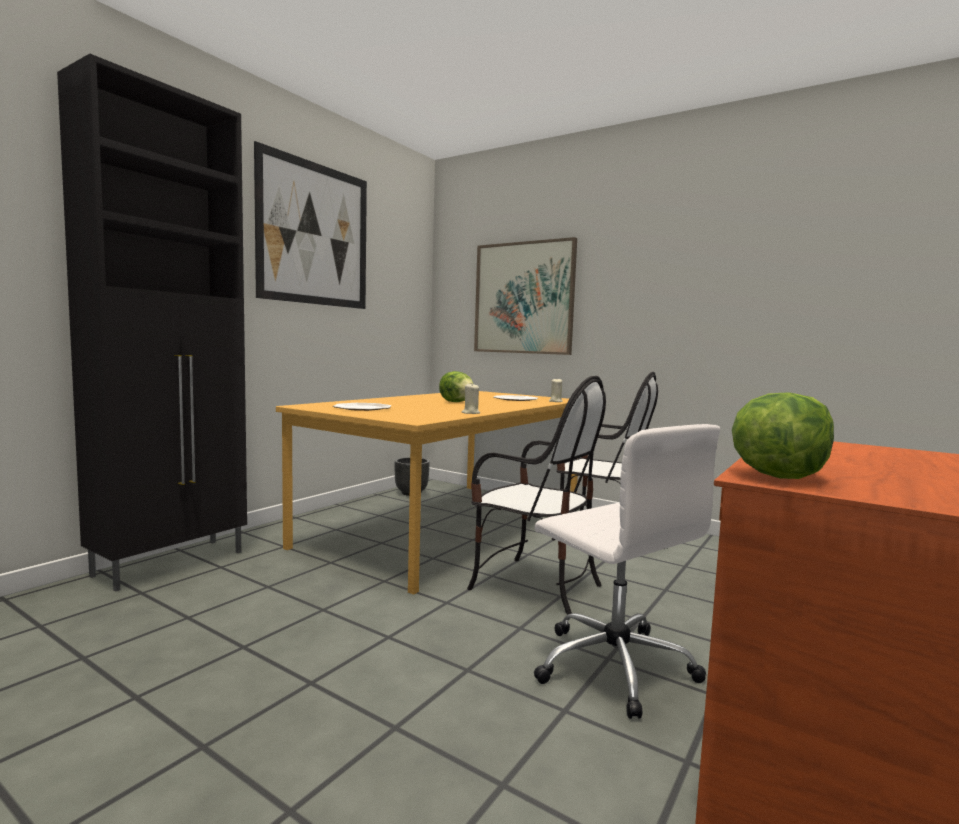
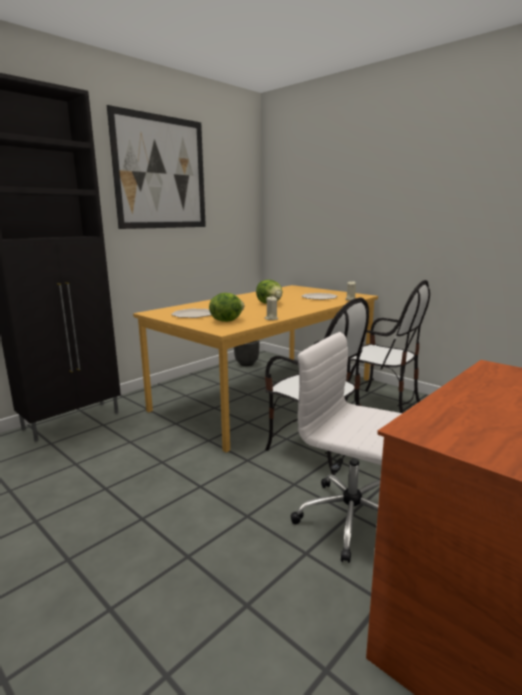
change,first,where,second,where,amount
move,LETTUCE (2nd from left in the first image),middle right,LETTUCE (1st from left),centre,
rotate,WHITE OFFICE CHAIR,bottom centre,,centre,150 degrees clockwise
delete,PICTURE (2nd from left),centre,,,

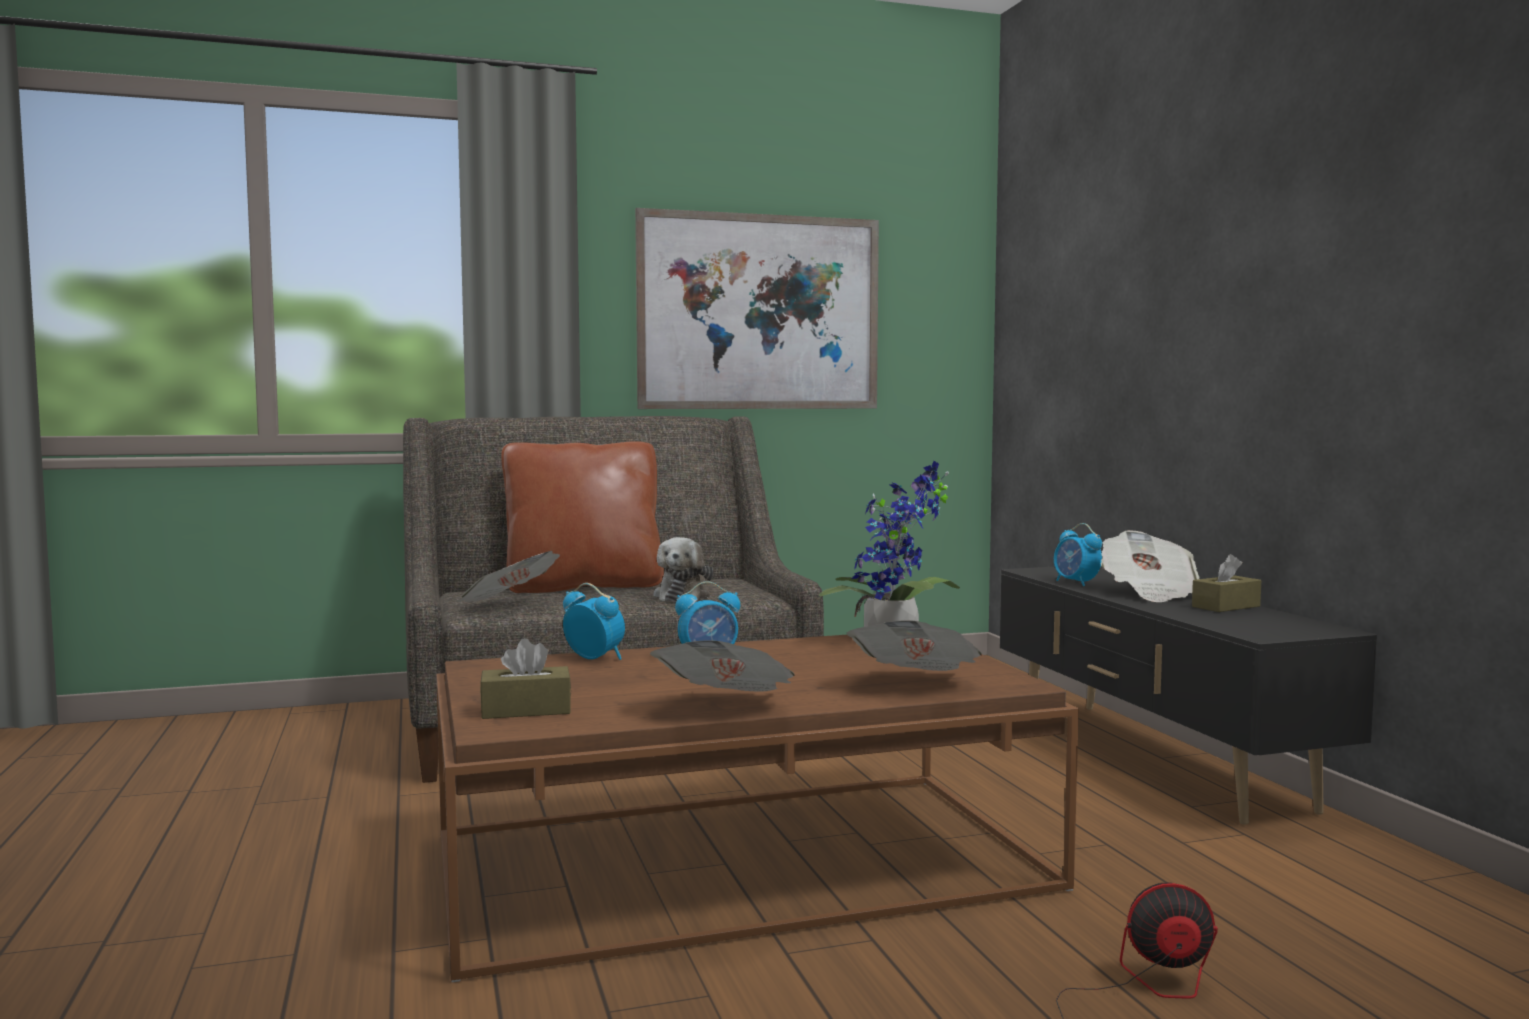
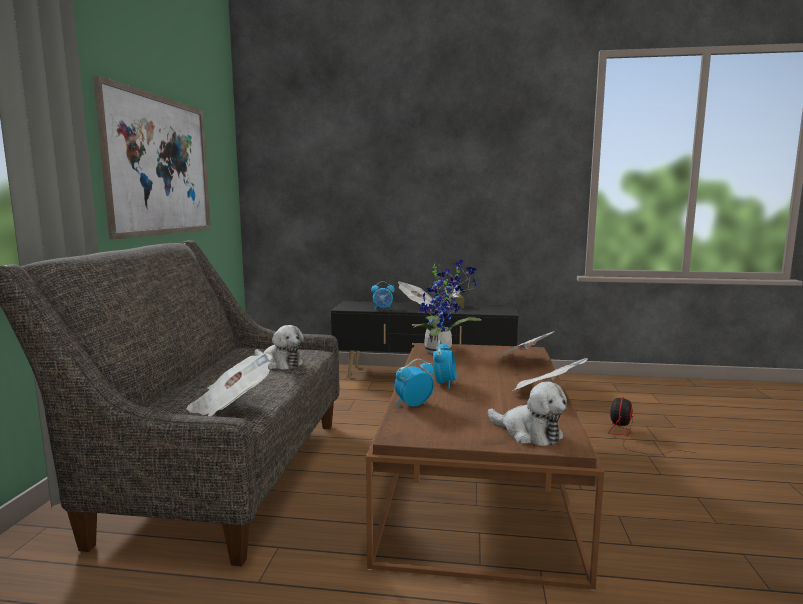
change,first,where,second,where,amount
replace,BROWN TISSUE BOX (1st from left),centre,PLUSH TOY (2nd from left),bottom centre,
delete,BROWN PILLOW,centre,,,

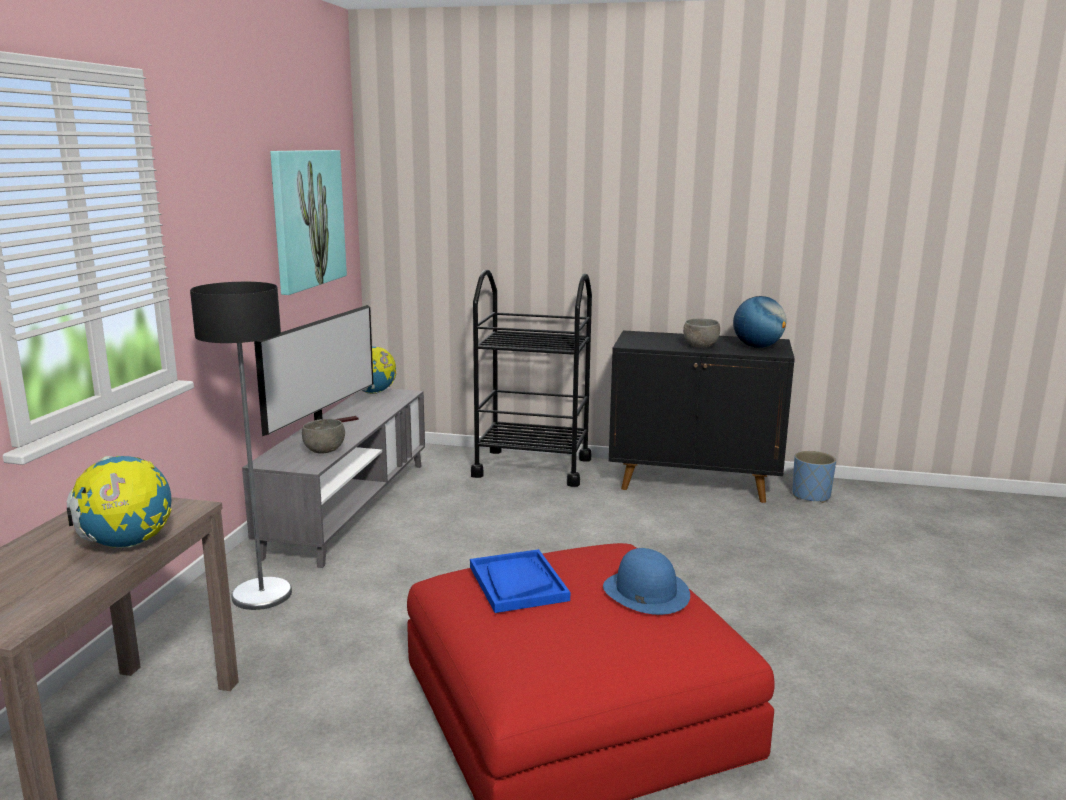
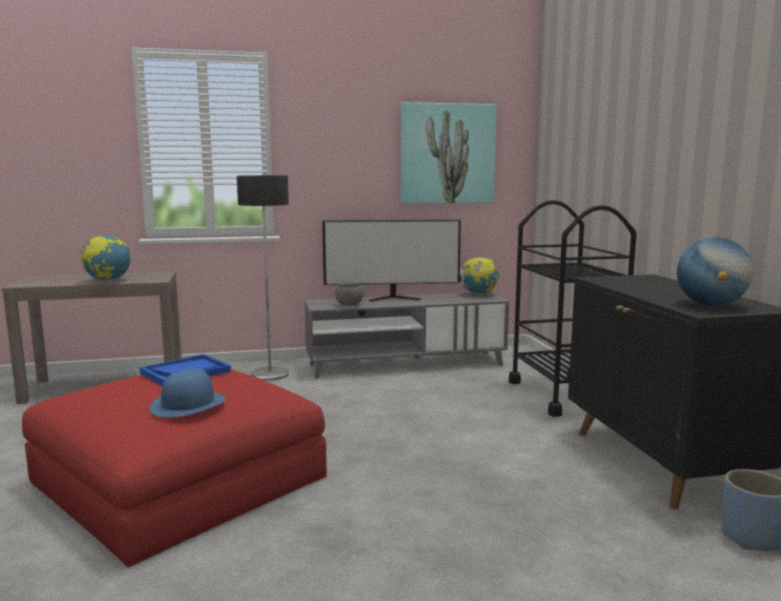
change,first,where,second,where,amount
delete,GREY BOWL (2nd from left),centre,,,

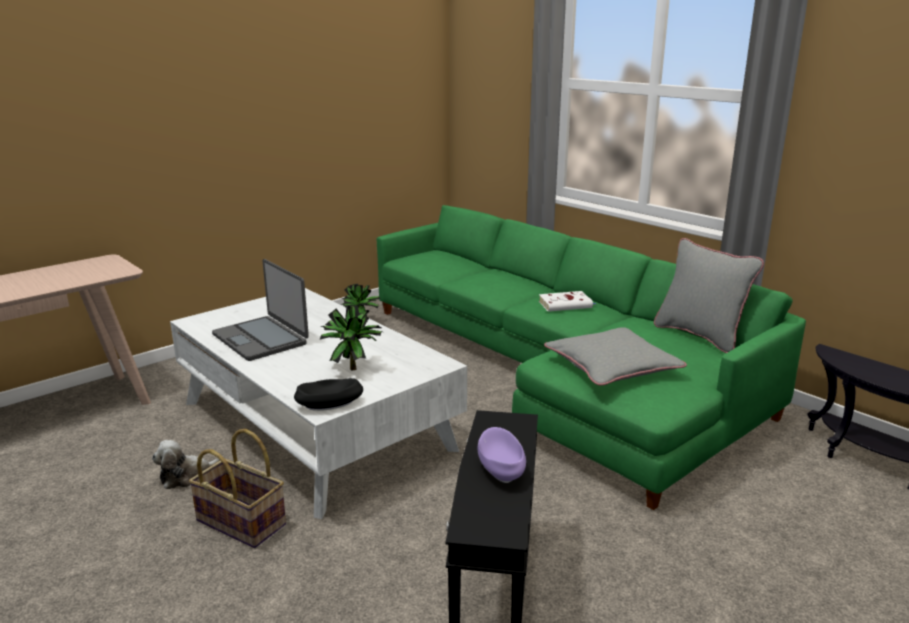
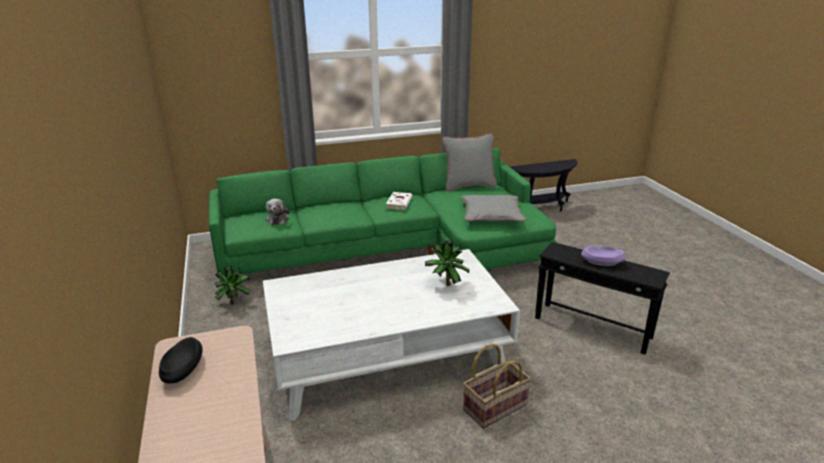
change,first,where,second,where,amount
move,BLACK BOWL,centre,,bottom left,
move,PLUSH TOY,bottom left,,centre,
delete,LAPTOP,middle left,,,

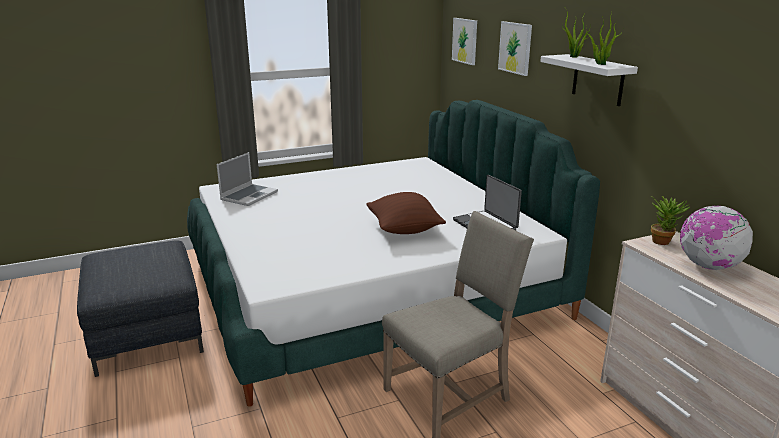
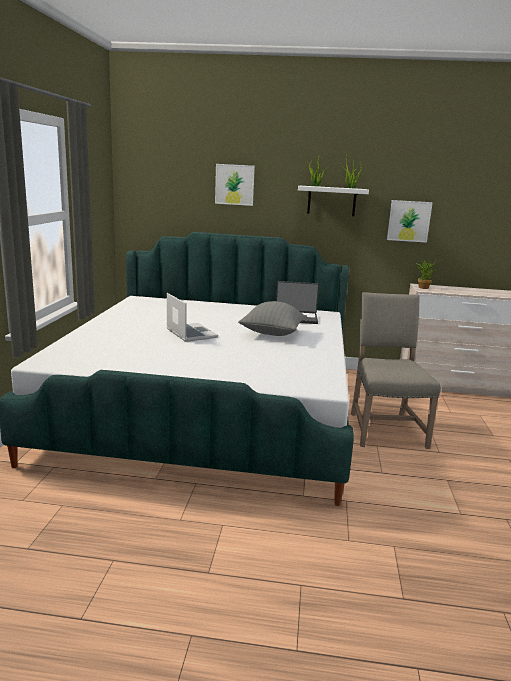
change,first,where,second,where,amount
move,LAPTOP (1st from left),middle left,,centre,
recolor,BROWN PILLOW,centre,GREY PILLOW,centre,
move,PICTURE (1st from left in the first image),top centre,PICTURE (2nd from left),top right,
delete,GREY OTTOMAN,bottom left,,,
delete,GLOBE,middle right,,,

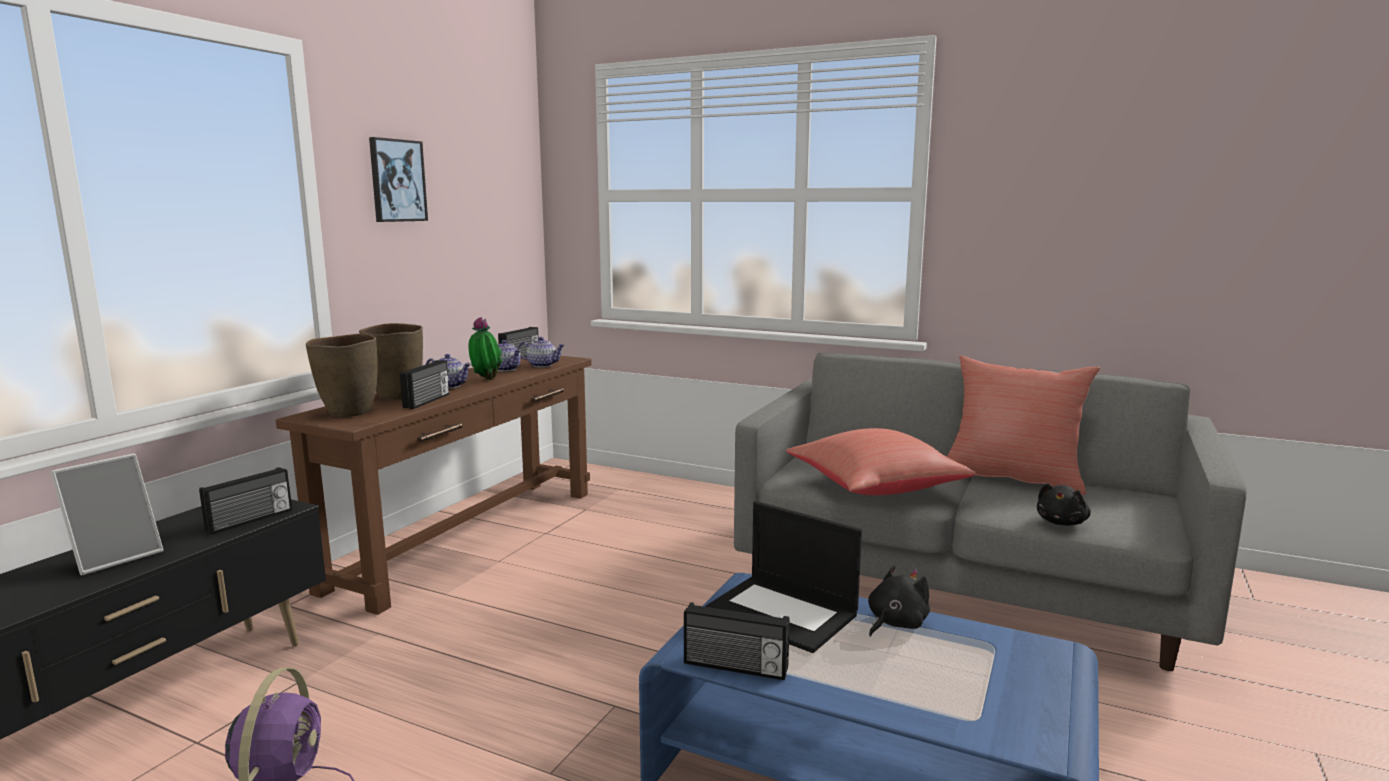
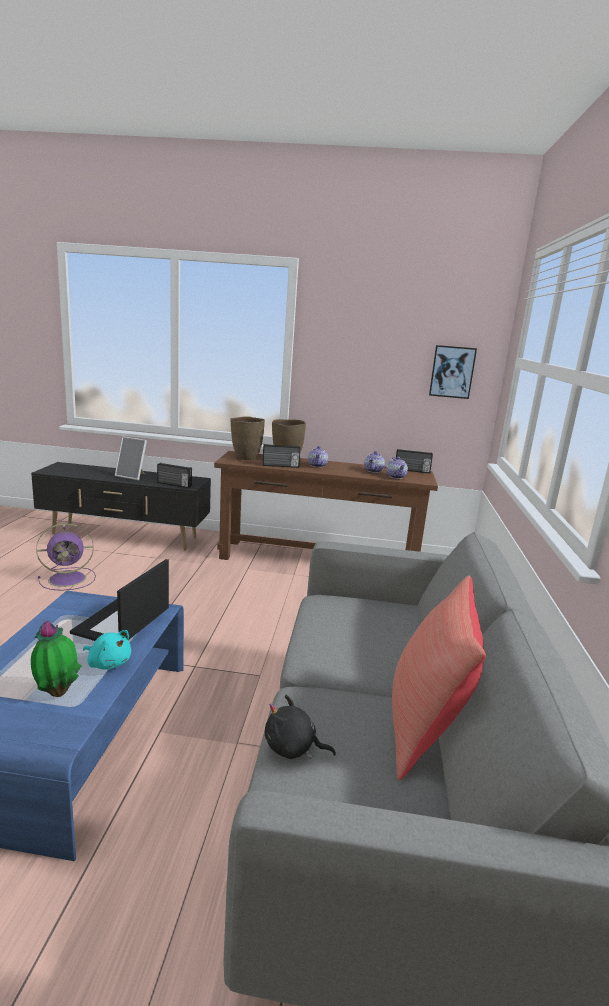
change,first,where,second,where,amount
move,POTTED PLANT,centre,,middle left,
recolor,BLACK PLUSH TOY (1st from left),bottom centre,TURQUOISE PLUSH TOY,middle left,
move,PICTURE,top left,,middle right,
delete,RADIO (4th from left),bottom centre,,,
delete,RED PILLOW (1st from left),centre,,,

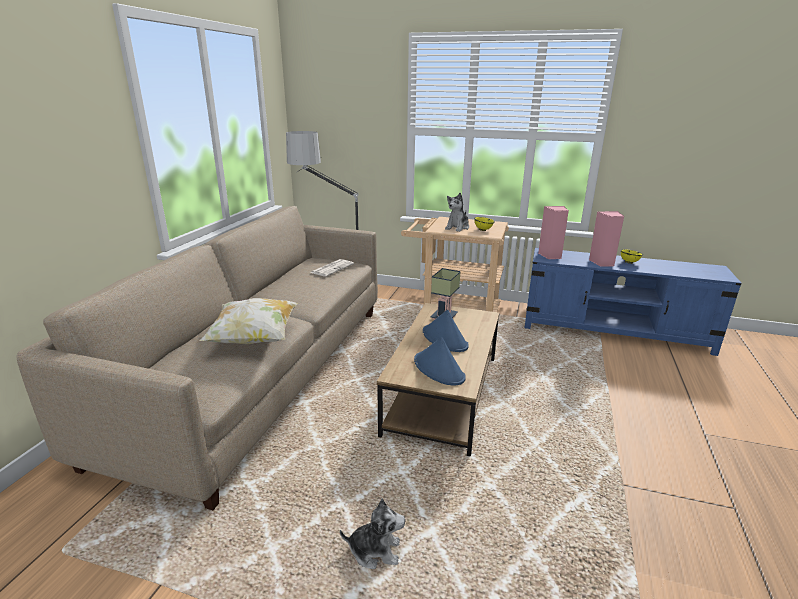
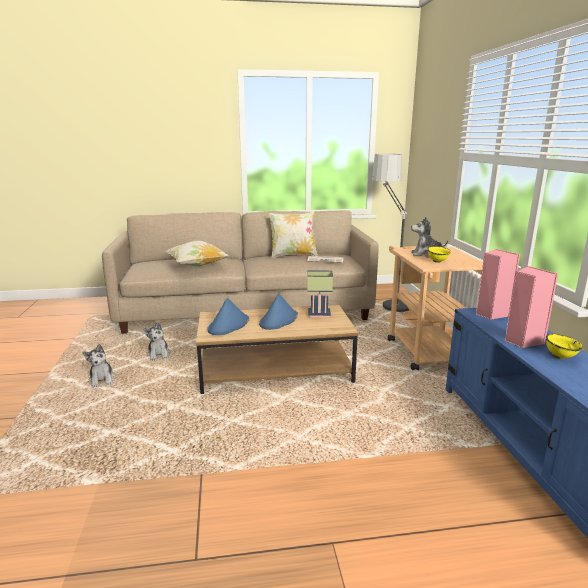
change,first,where,second,where,amount
insert,,,PLUSH TOY (2nd from left),middle left,
insert,,,PILLOW (2nd from left),centre,

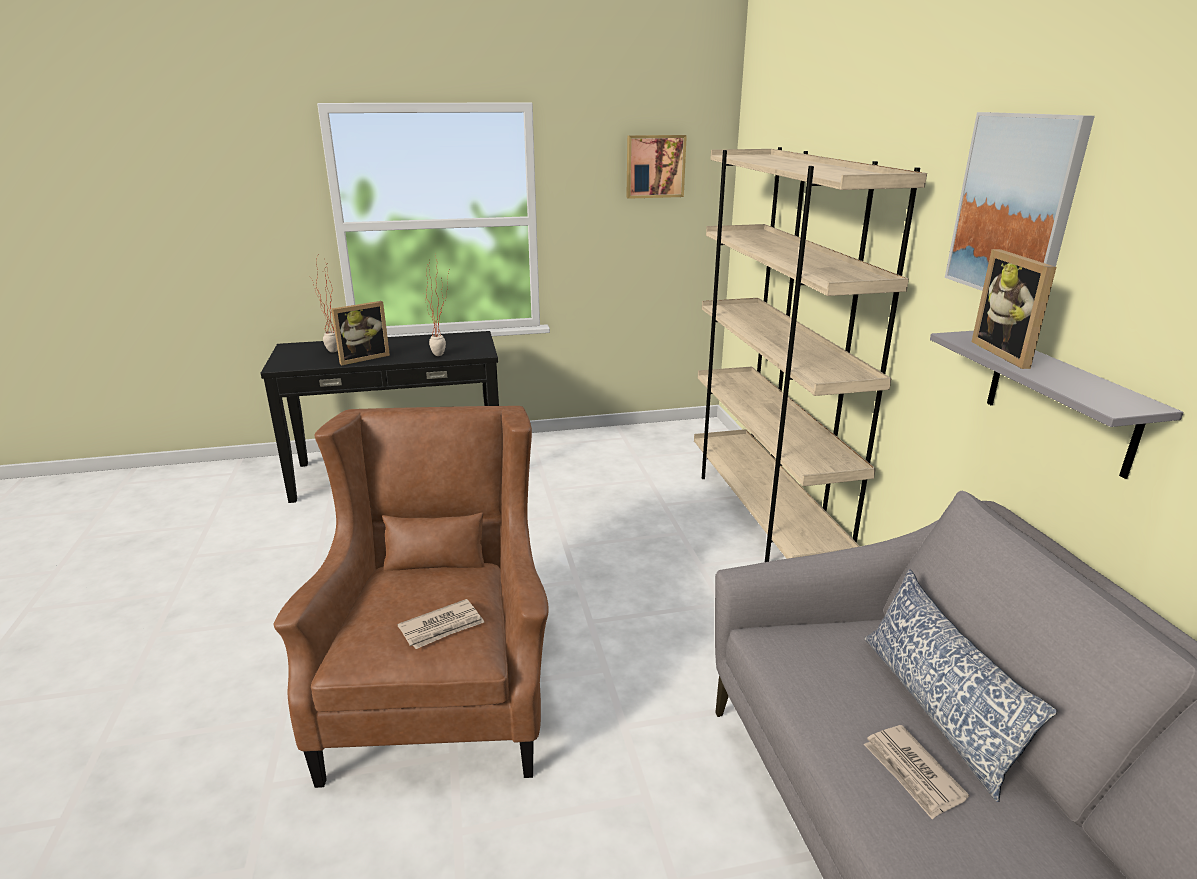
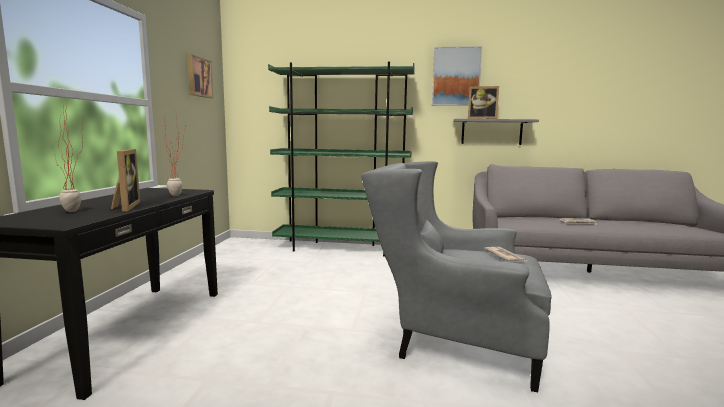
change,first,where,second,where,amount
recolor,BEIGE BOOKCASE,middle right,GREEN BOOKCASE,centre,
recolor,BROWN ARMCHAIR,bottom centre,GREY ARMCHAIR,bottom centre,
delete,PILLOW,bottom right,,,

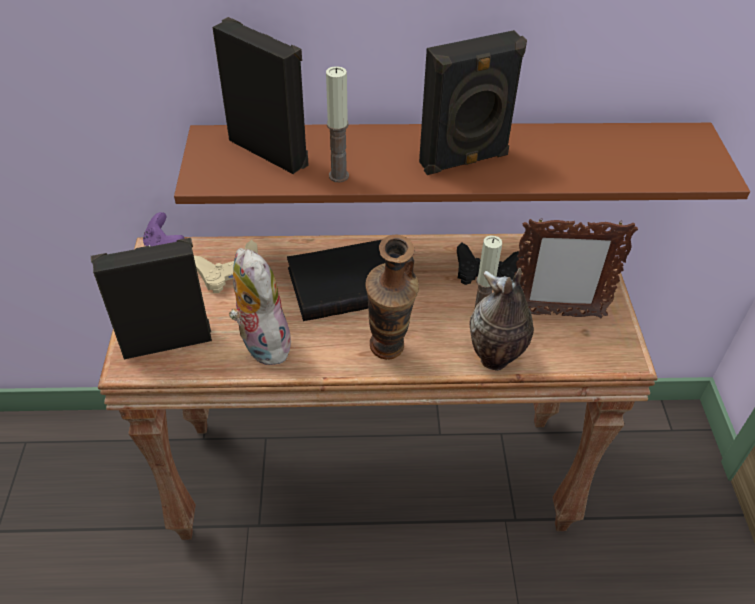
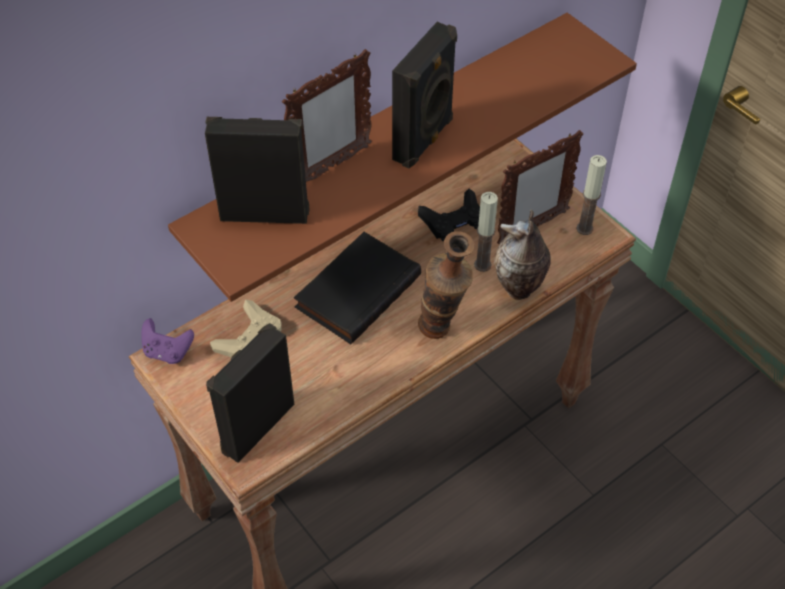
change,first,where,second,where,amount
insert,,,PICTURE FRAME (1st from left),top centre,
move,CANDLE (1st from left in the first image),top centre,CANDLE (2nd from left),top right,
delete,PLUSH TOY,centre,,,

